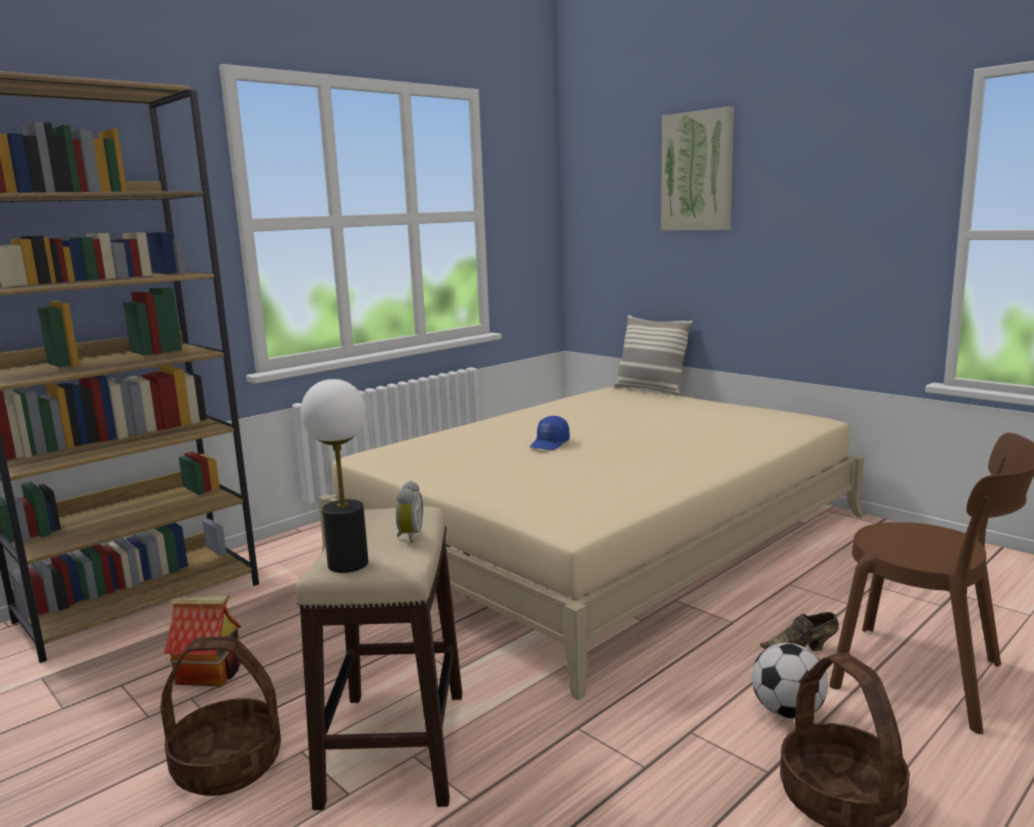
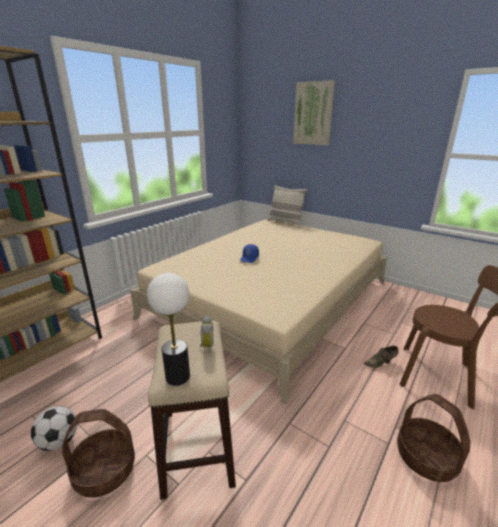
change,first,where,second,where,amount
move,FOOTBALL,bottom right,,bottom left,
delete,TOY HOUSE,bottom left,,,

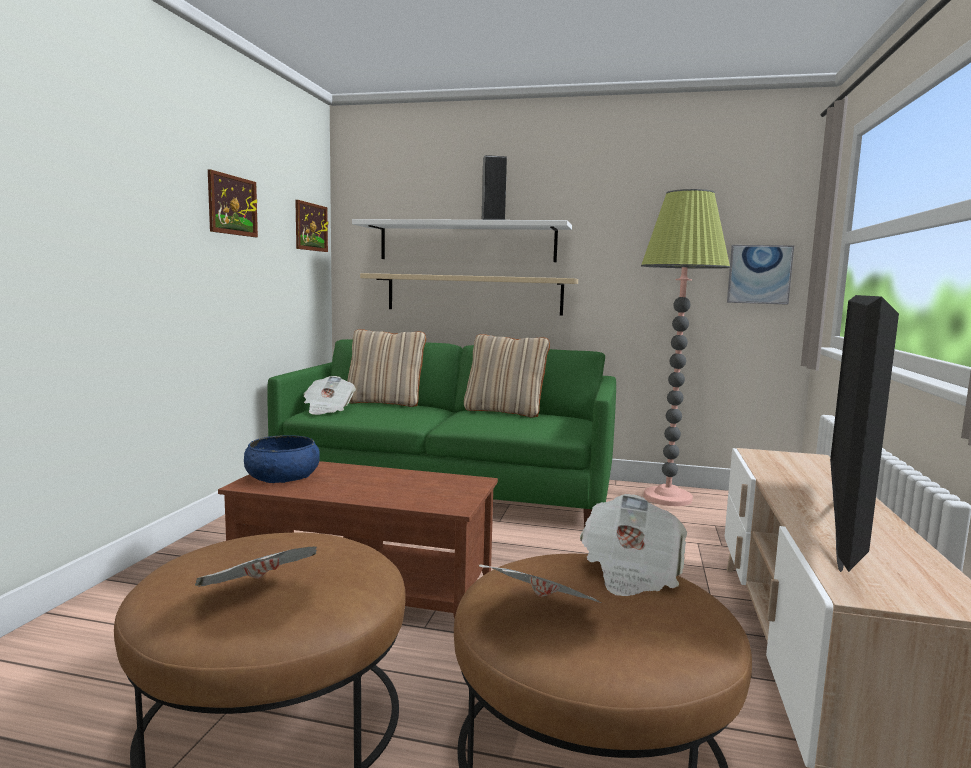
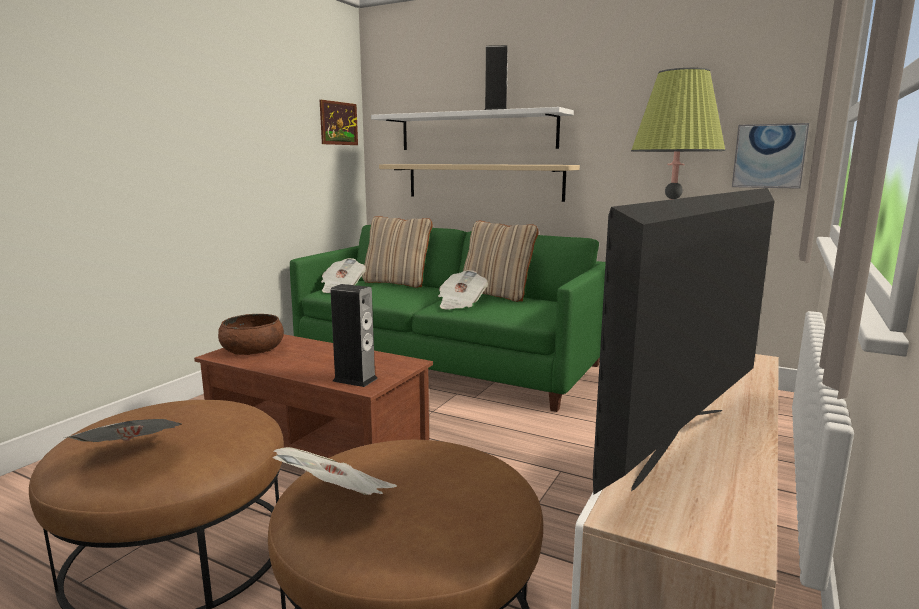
change,first,where,second,where,amount
recolor,BLUE BOWL,middle left,BROWN BOWL,middle left,
insert,,,SPEAKER (1st from left),centre,
move,NEWSPAPER (4th from left),bottom centre,,centre,
delete,PICTURE (1st from left),top left,,,

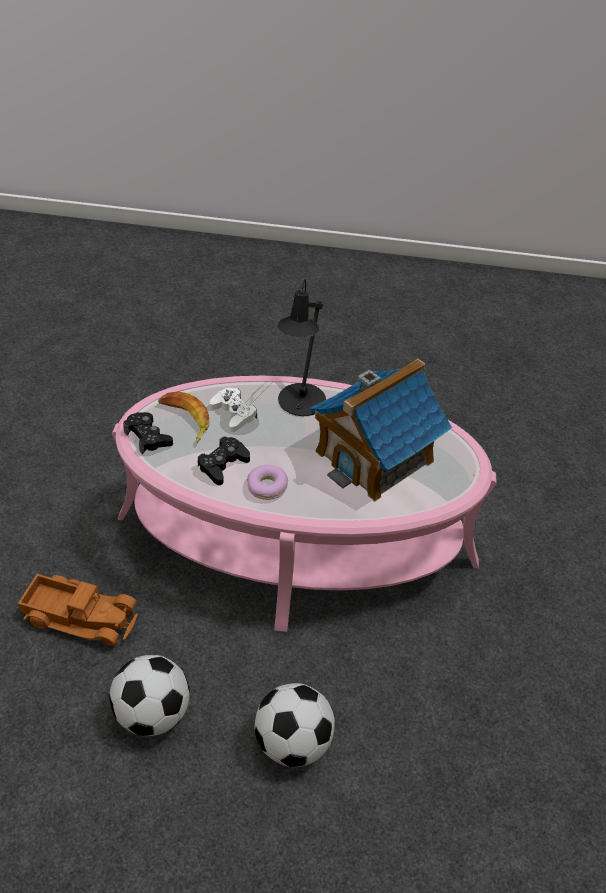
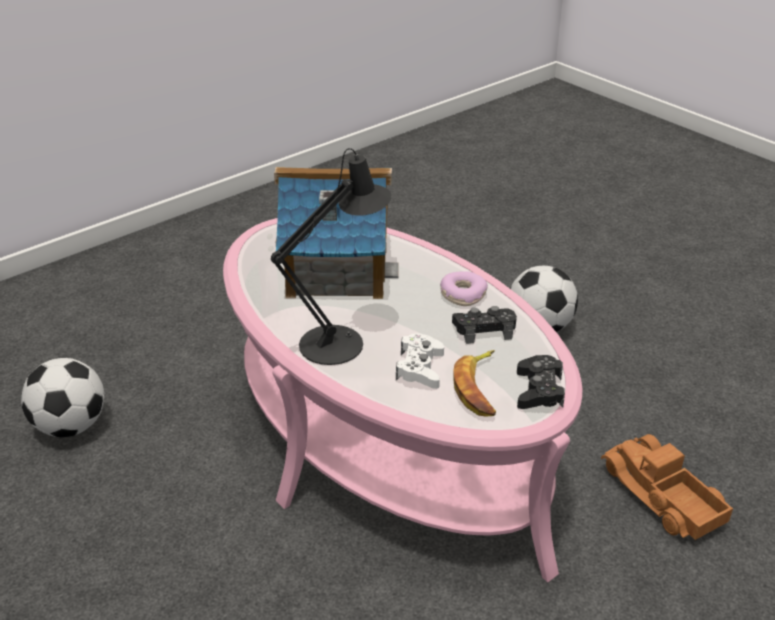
change,first,where,second,where,amount
move,FOOTBALL (1st from left),bottom left,,middle left,

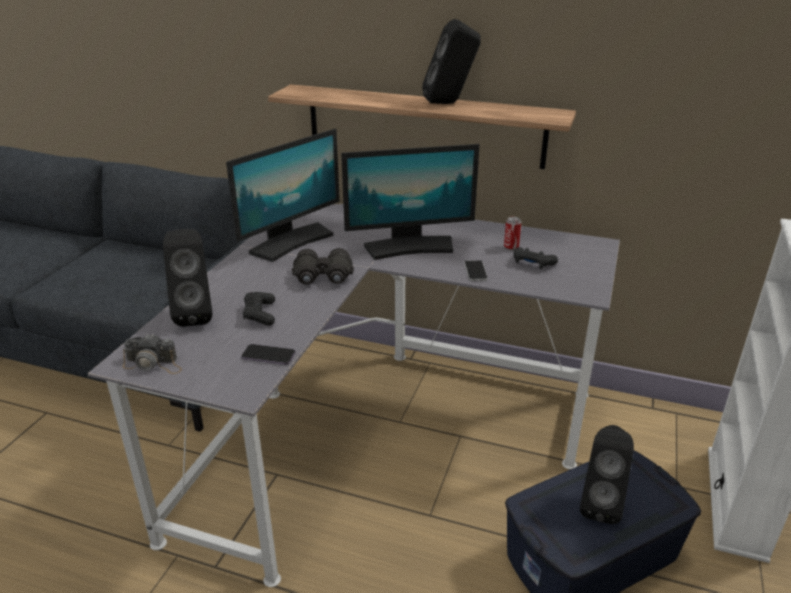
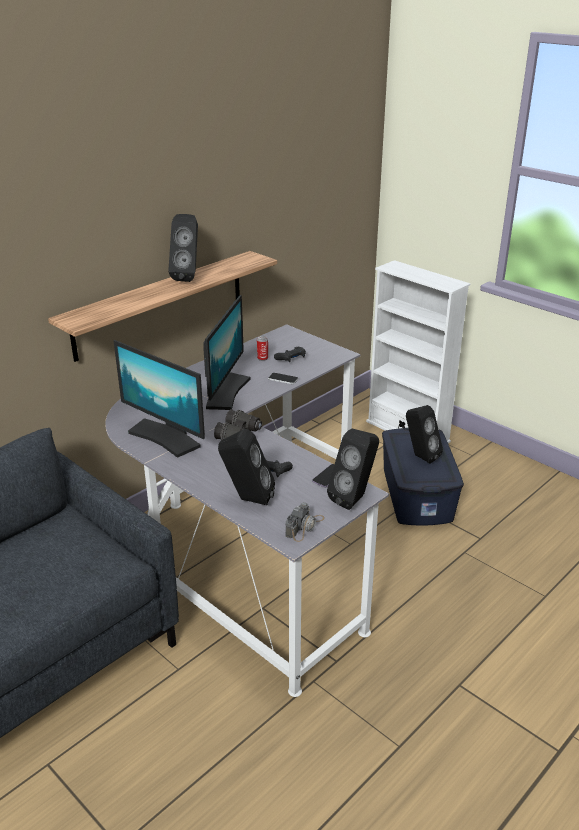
change,first,where,second,where,amount
rotate,MONITOR (1st from left),top centre,,middle left,150 degrees clockwise
insert,,,BLACK SPEAKER (3rd from left),centre,

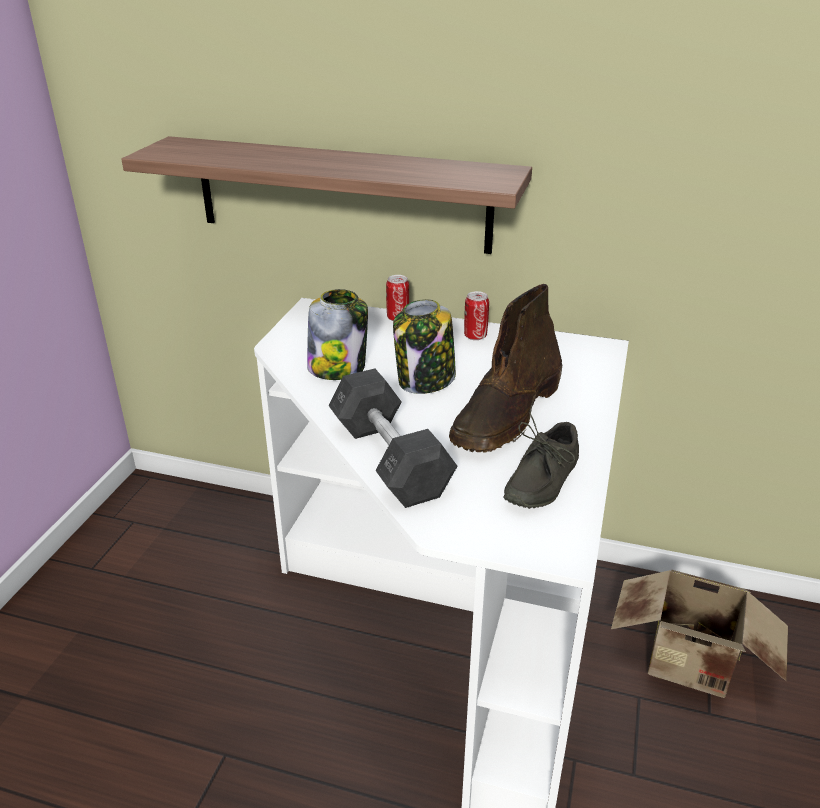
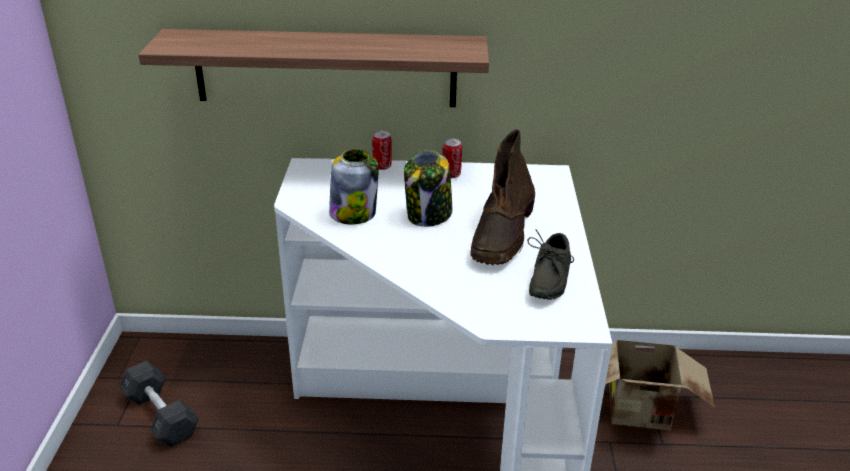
change,first,where,second,where,amount
move,GREY DUMBBELL,centre,,bottom left,

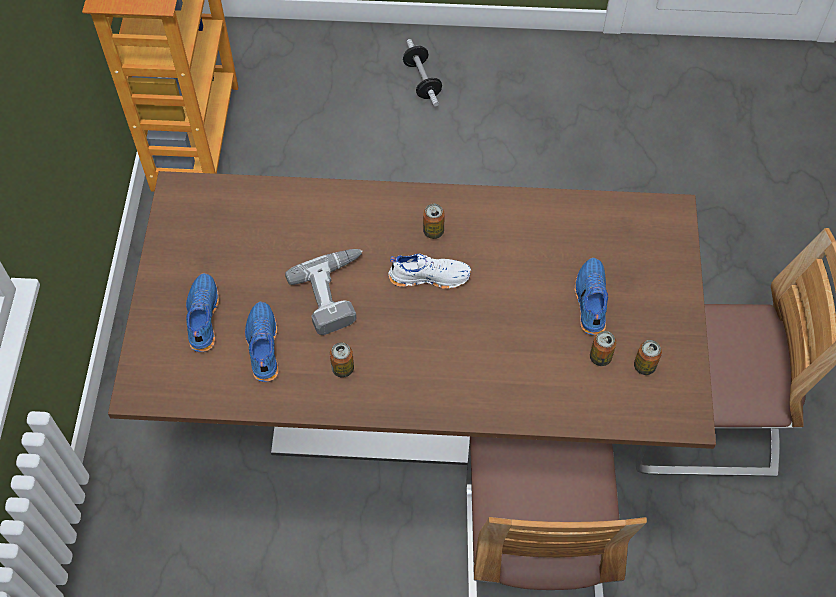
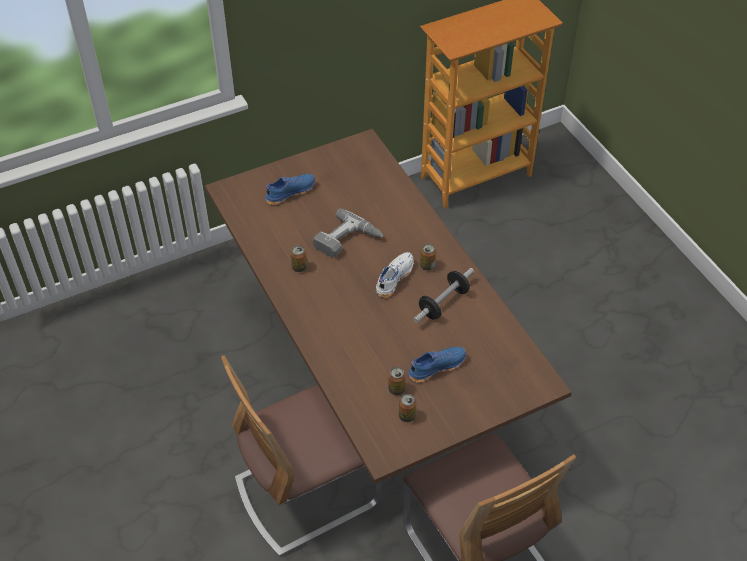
change,first,where,second,where,amount
rotate,WHITE SHOE,centre,,centre,120 degrees counterclockwise
move,DUMBBELL,top centre,,centre,
delete,BLUE SHOE (2nd from left),middle left,,,

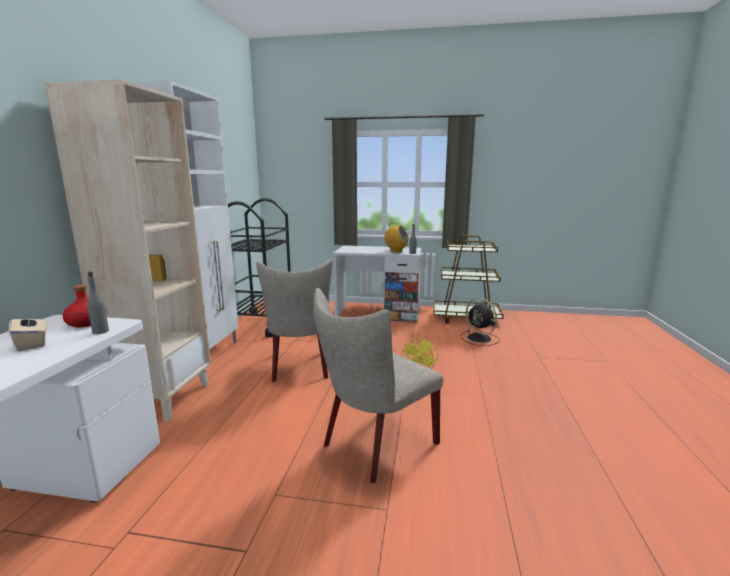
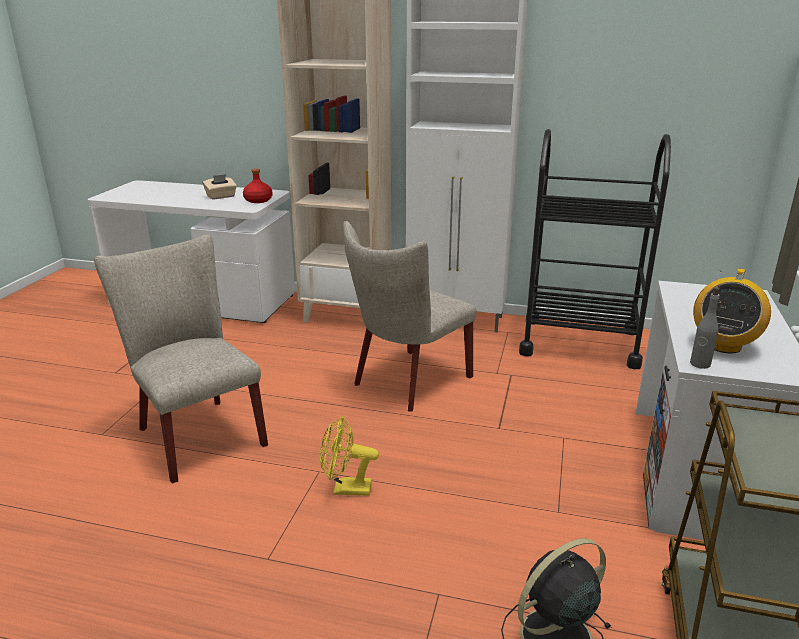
change,first,where,second,where,amount
rotate,BEIGE CHAIR (1st from left in the first image),centre,BEIGE CHAIR (2nd from left),centre,45 degrees counterclockwise
delete,GREY BOTTLE (1st from left),middle left,,,

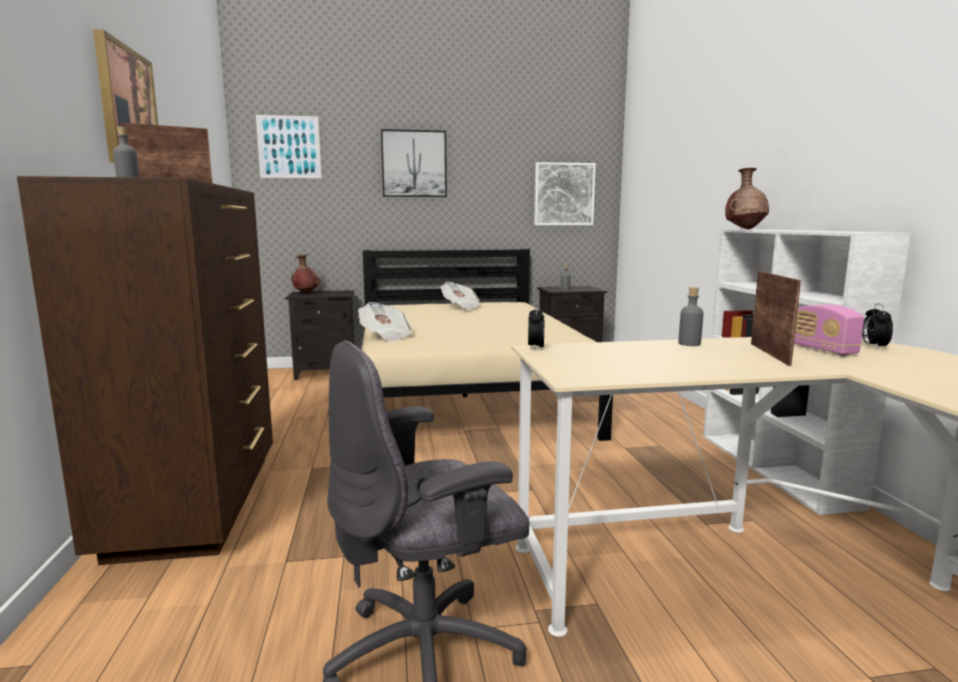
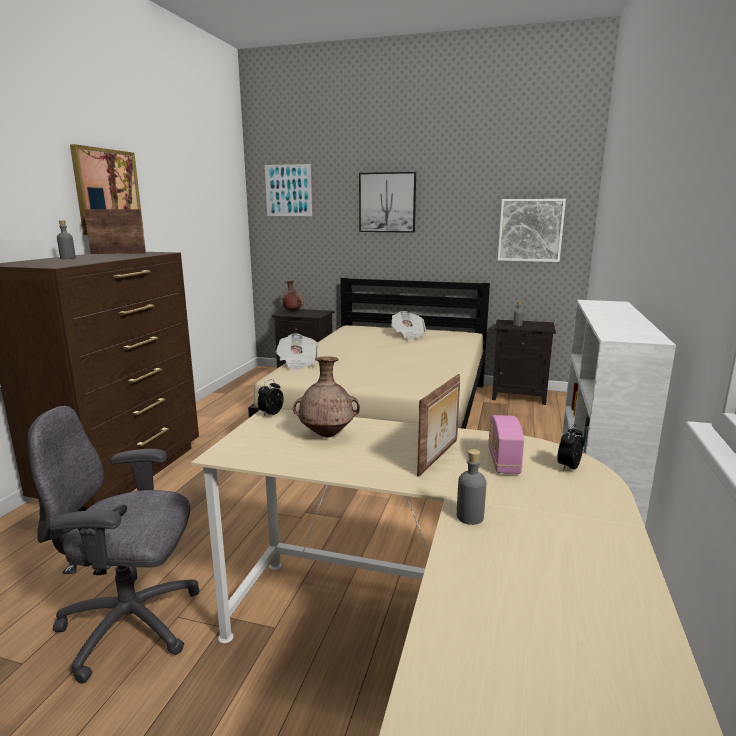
change,first,where,second,where,amount
move,BROWN VASE (2nd from left),top right,,centre,
move,GREY BOTTLE (3rd from left in the first image),middle right,GREY BOTTLE (2nd from left),centre,

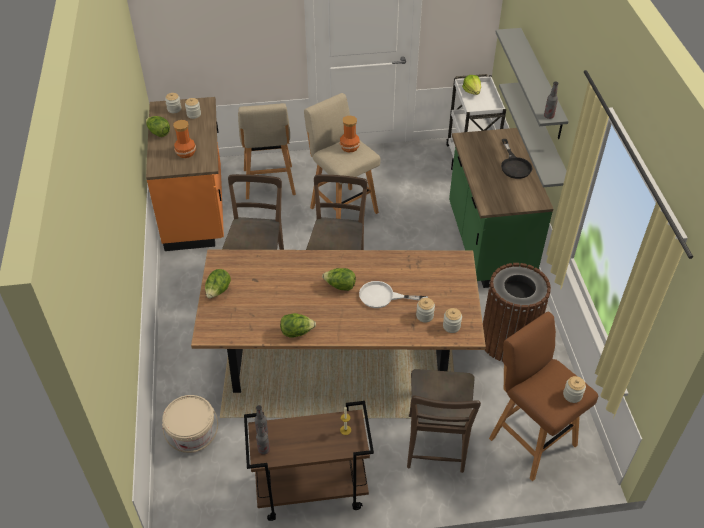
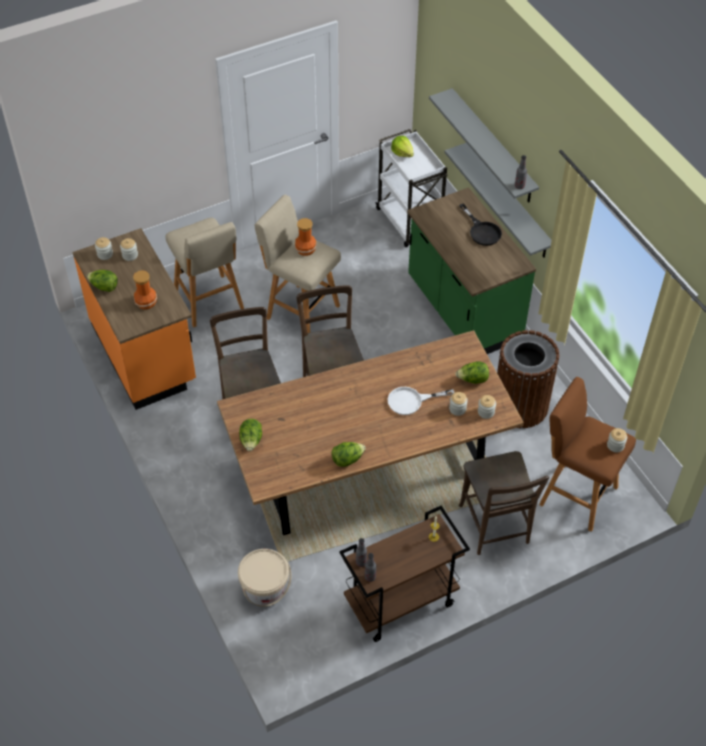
change,first,where,second,where,amount
move,LETTUCE (4th from left in the first image),centre,LETTUCE (5th from left),middle right,

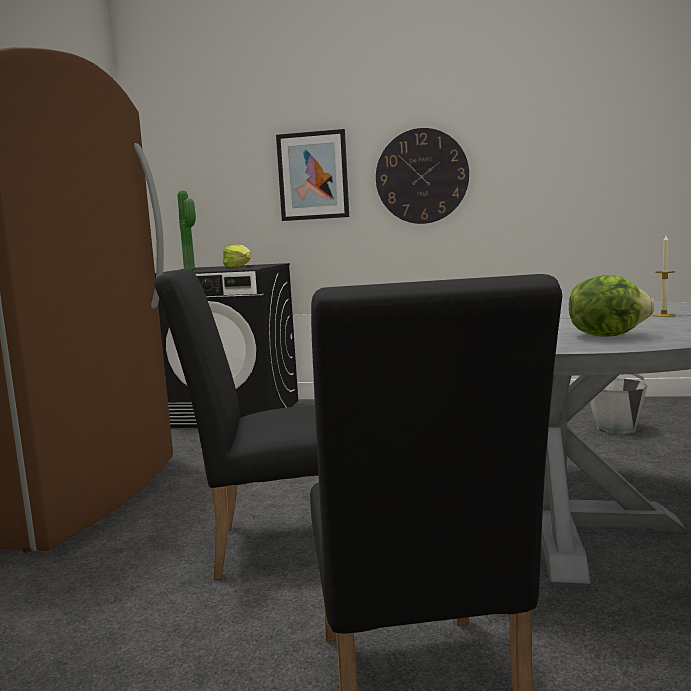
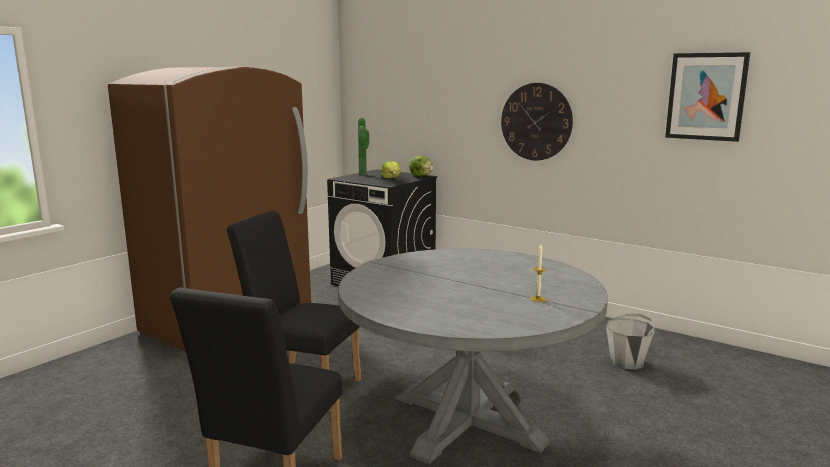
change,first,where,second,where,amount
move,LETTUCE (2nd from left),middle right,,centre,
move,PICTURE,top centre,,top right,

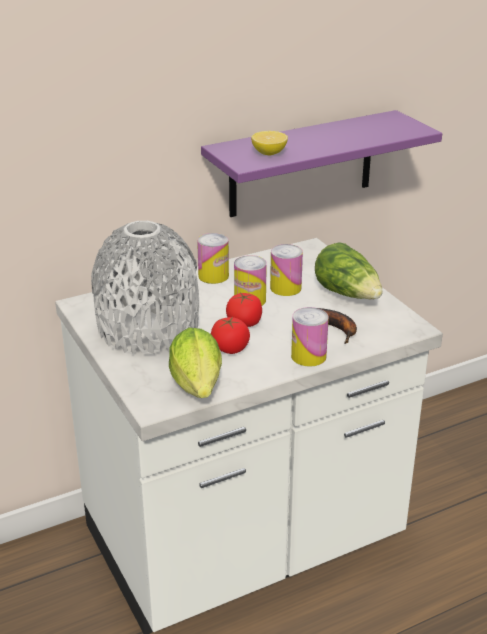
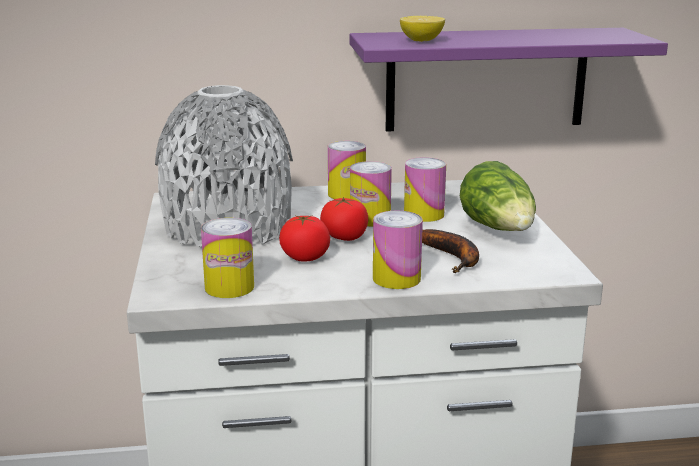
change,first,where,second,where,amount
replace,LETTUCE (1st from left),centre,CAN (1st from left),middle left,

